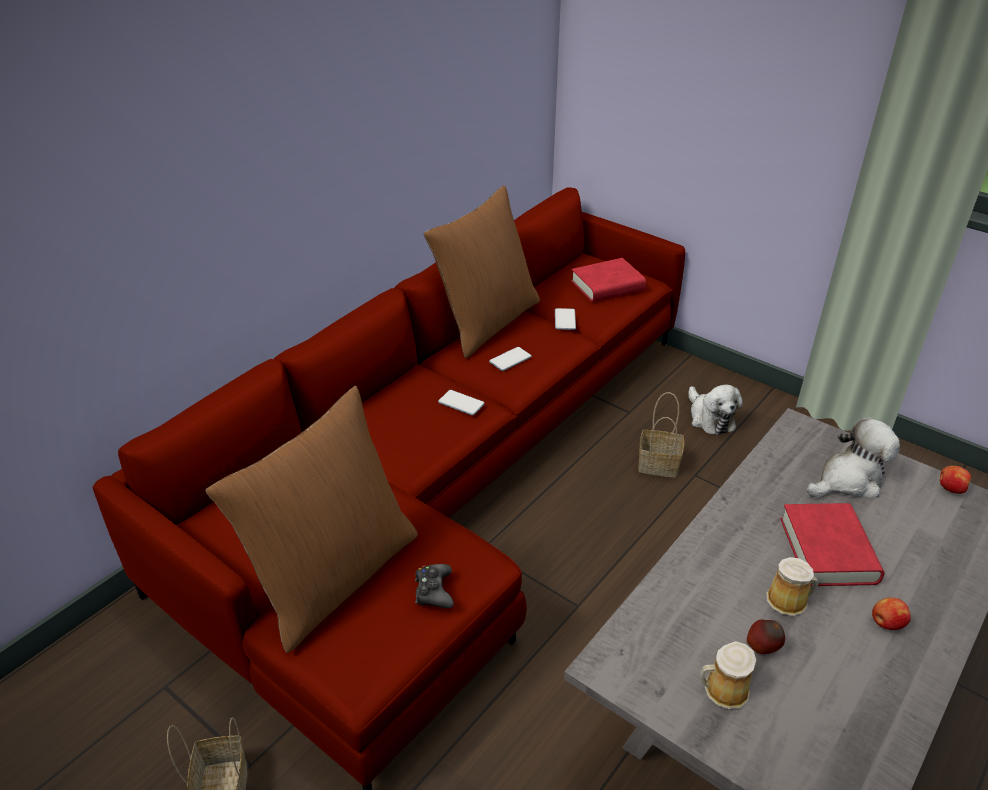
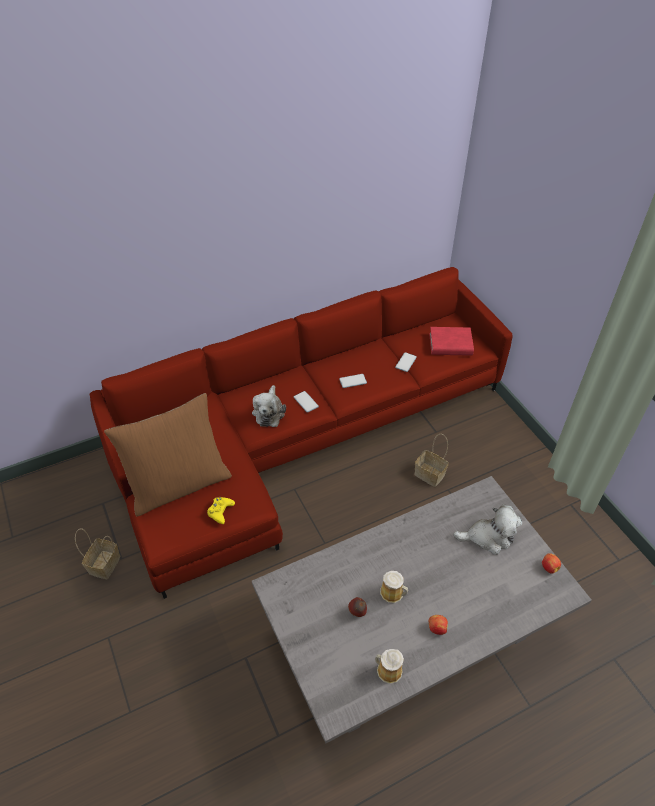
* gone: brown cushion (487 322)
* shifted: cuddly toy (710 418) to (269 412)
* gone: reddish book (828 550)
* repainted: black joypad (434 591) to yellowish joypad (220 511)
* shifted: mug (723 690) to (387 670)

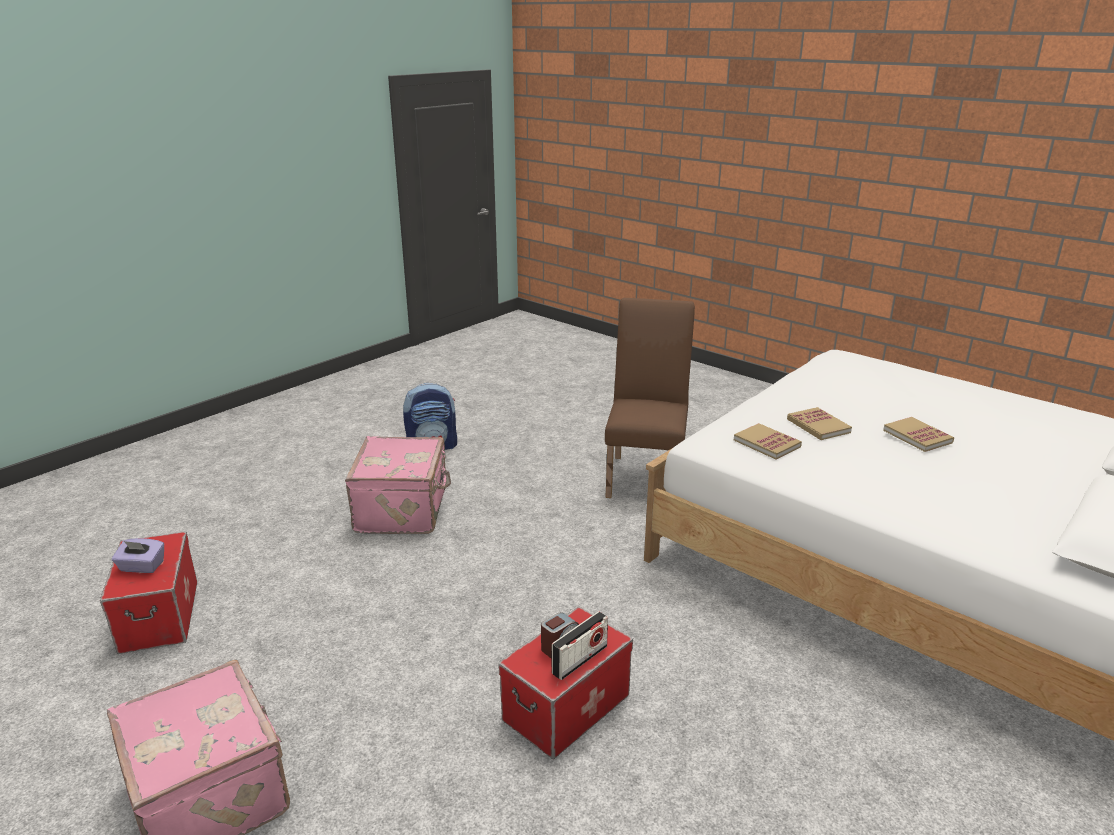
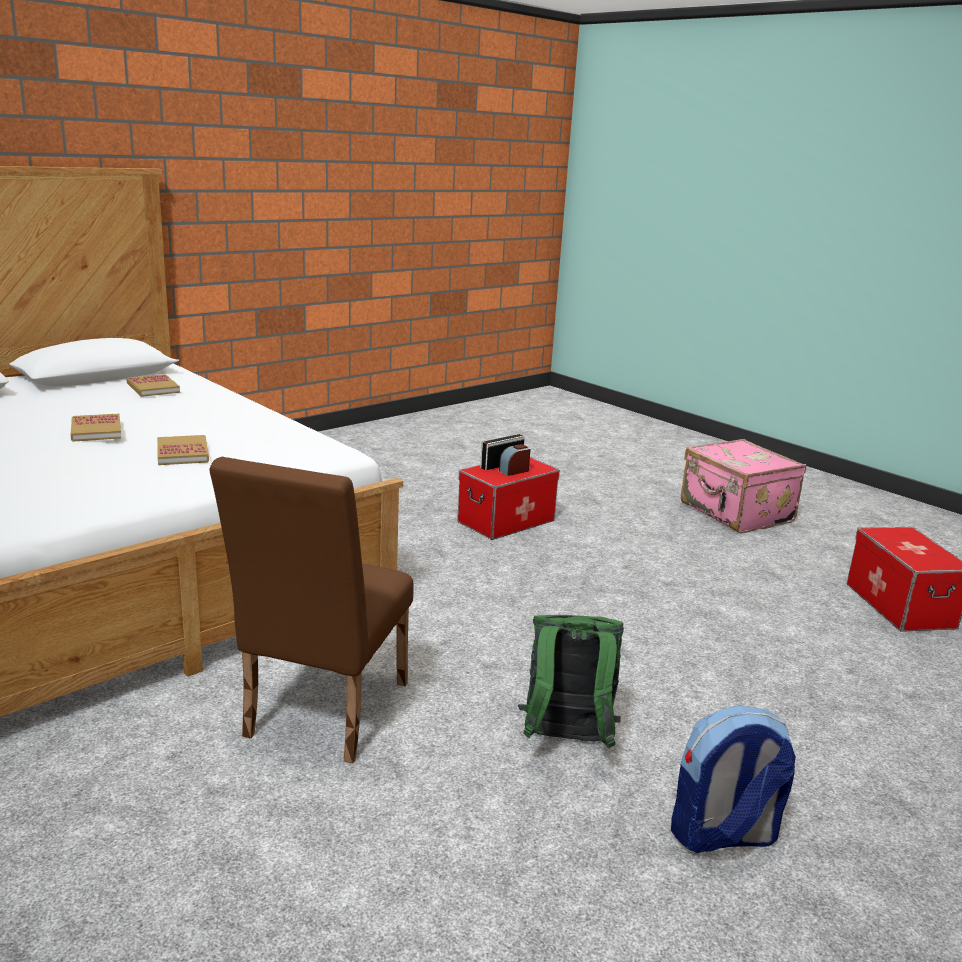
* shifted: book (767 443) to (153 388)
* gone: pinkish piece of luggage (404 510)
* gone: purplish tissue holder (142 567)
* new: green knapsack (565 741)

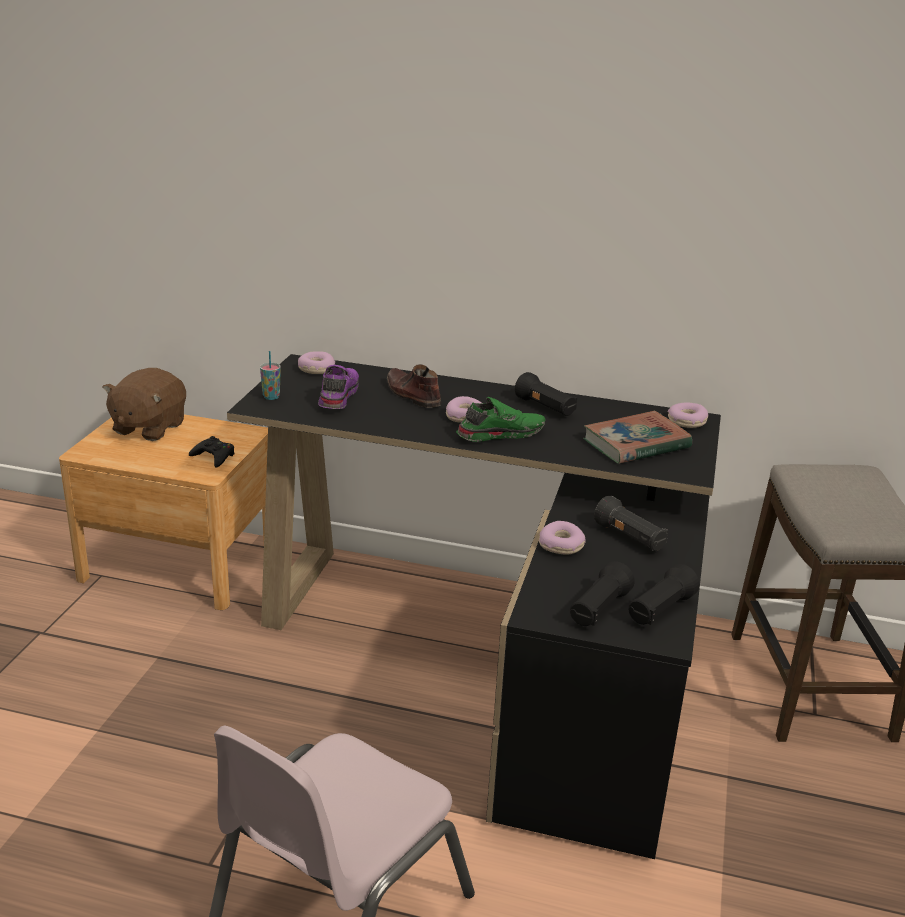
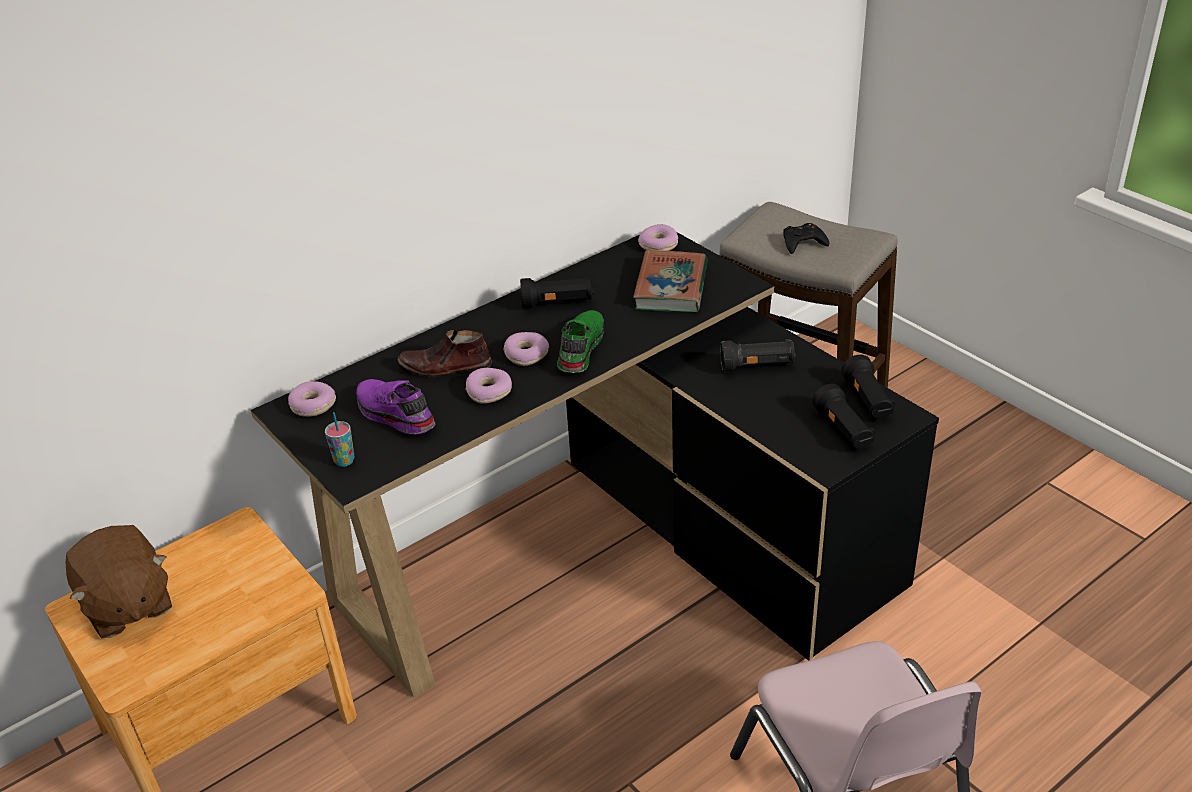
* shifted: black joypad (214 456) to (803 243)
* shifted: ring doughnut (561 545) to (489 391)

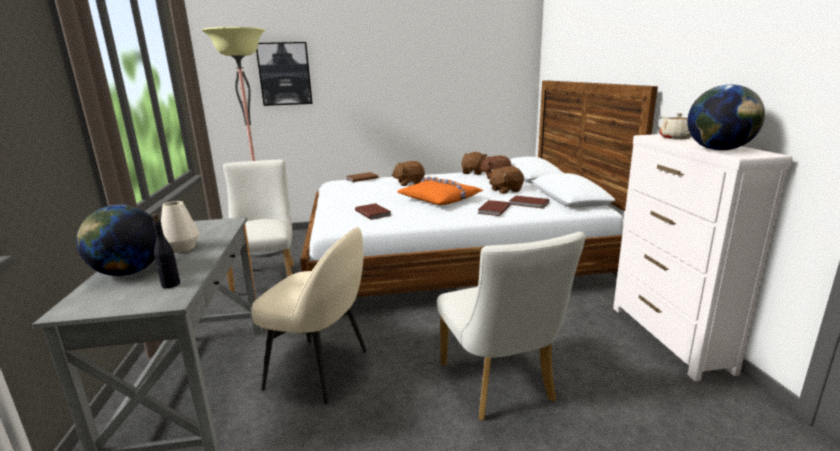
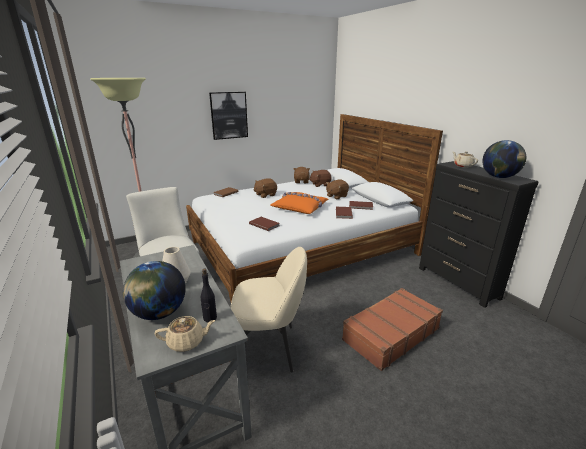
* shifted: wall art (285 74) to (229 115)
* repainted: white chest of drawers (669 338) to black chest of drawers (458 283)
* swapped: white upright chair (500 387) to brown piece of luggage (390 334)
* new: beige tea pot (187 342)

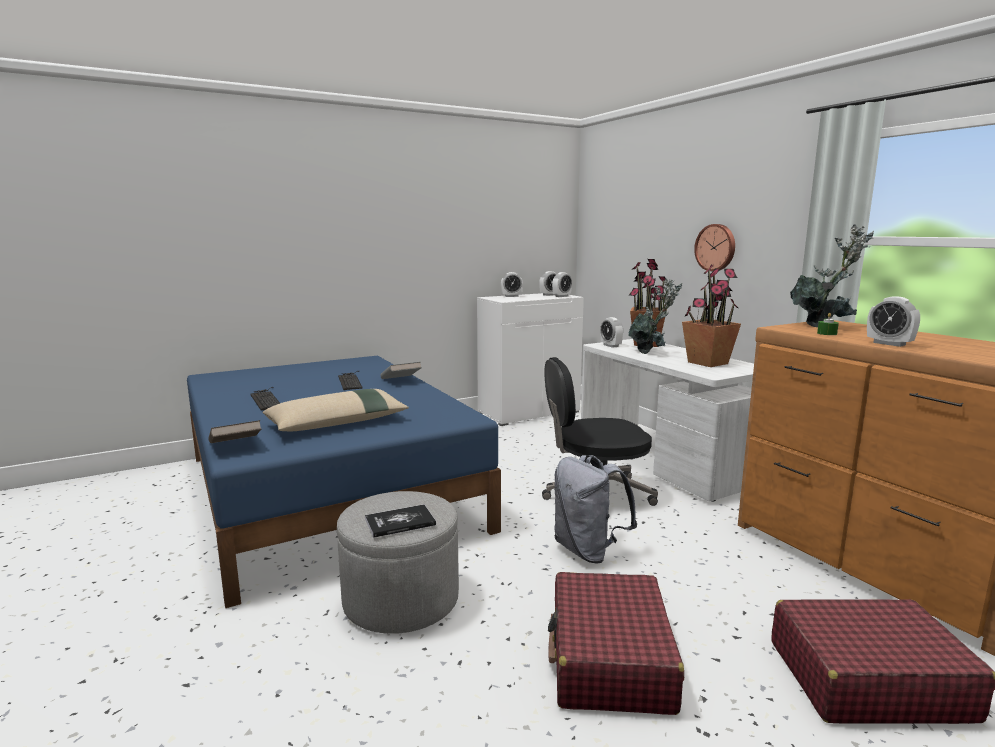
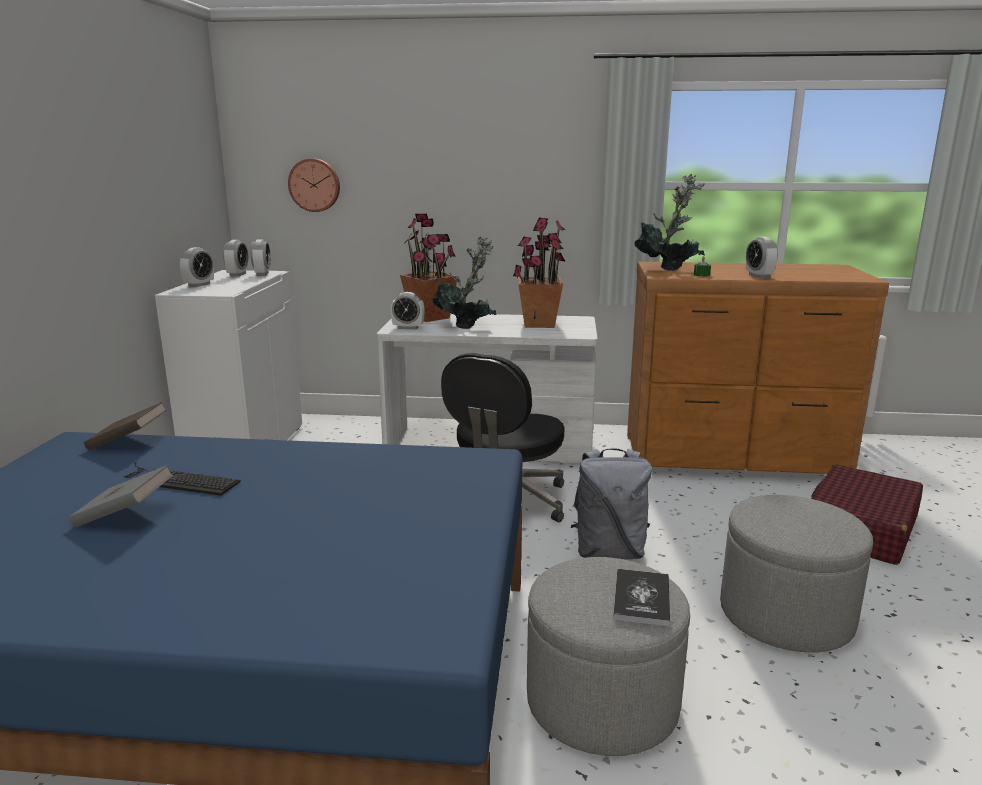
* shifted: wall clock (716 247) to (315 185)
* rotated: bedside clock (889 344) = (759 276) 75 degrees clockwise
* shifted: grey book (400 381) to (125 515)
* gone: PC keyboard (266 399)
* gone: beige cushion (338 423)
* shifted: brown book (235 446) to (128 442)
* swapped: reddish piece of luggage (610 659) to grey footrest (786 615)

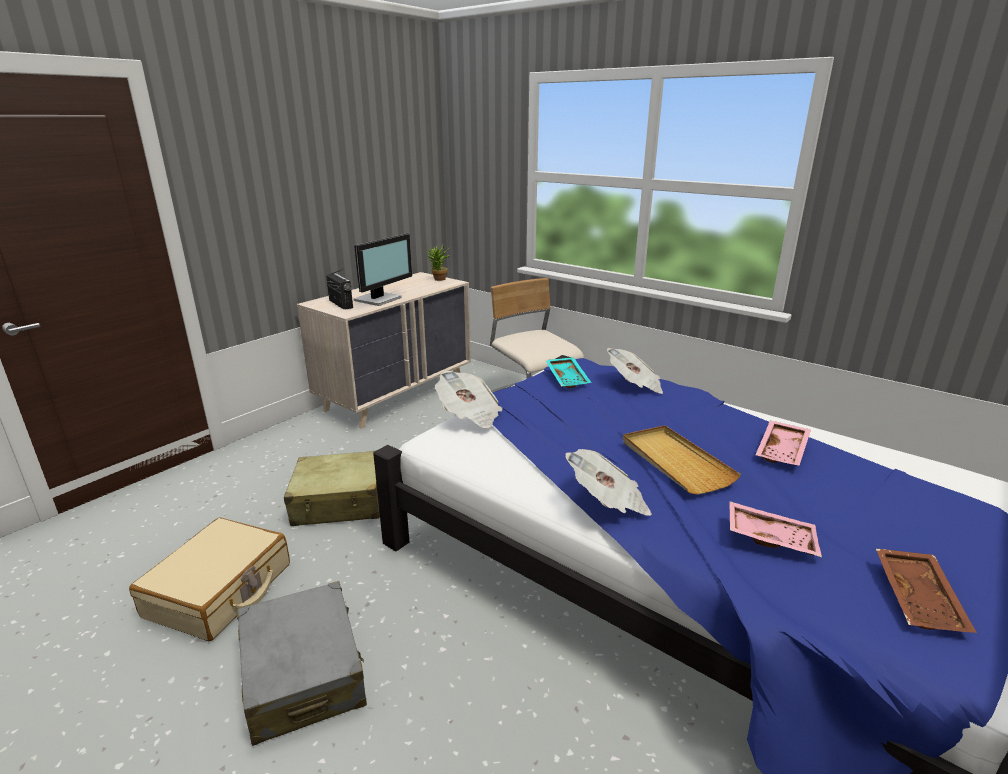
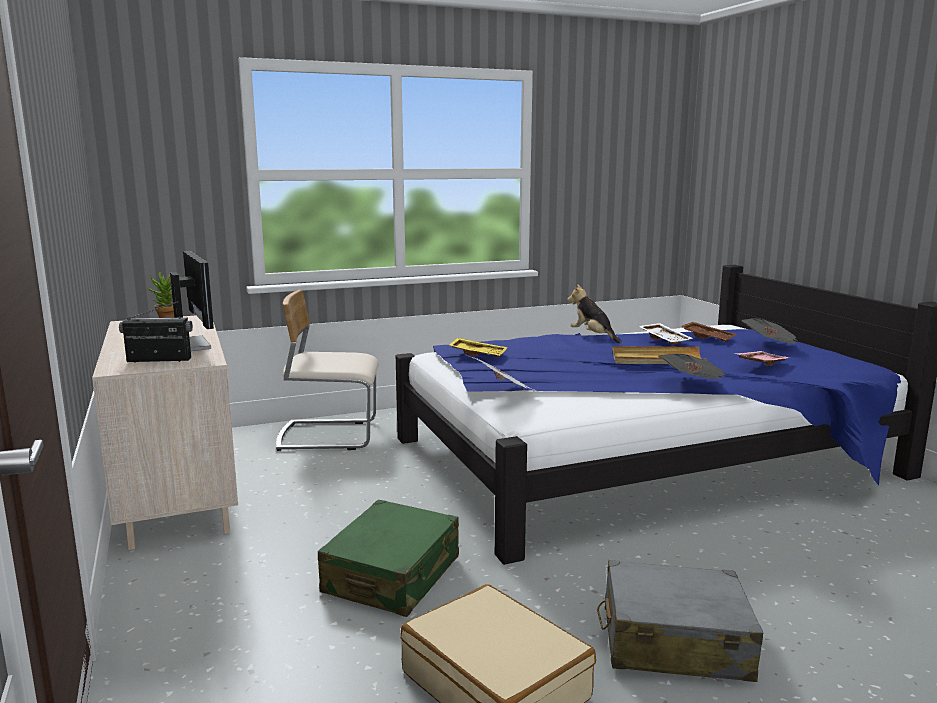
* shifted: newspaper (634 385) to (770 346)
* repainted: turquoise carrying tray (568 378) to yellowish carrying tray (478 354)
* repainted: pinkish carrying tray (783 451) to white carrying tray (665 339)
* repainted: beige piece of luggage (340 502) to green piece of luggage (392 575)
* shifted: brown carrying tray (920 599) to (708 337)
* new: cuddly toy (593 336)

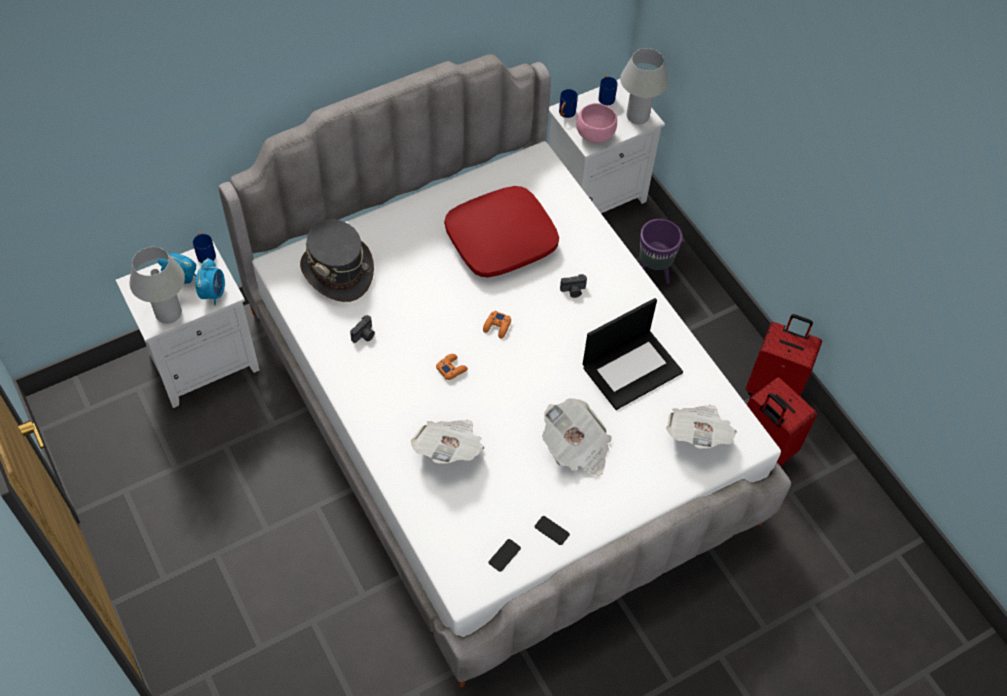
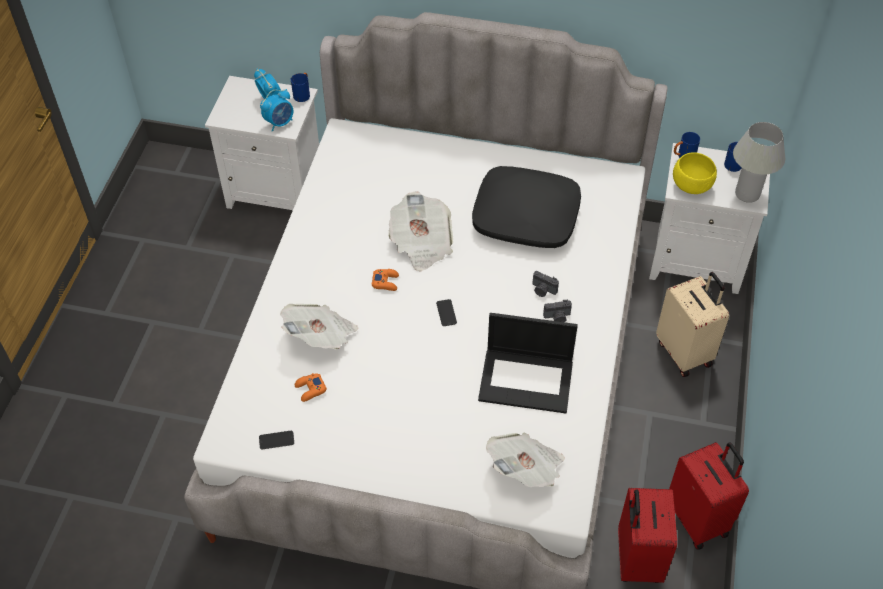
* repainted: pinkish deep dish (595 135) to yellowish deep dish (692 186)
* repainted: reddish cushion (501 239) to black cushion (526 216)
* swapped: purplish flower pot (653 272) to beige piece of luggage (685 352)
* gone: grey wearable hat (338 271)
* gone: white table lamp (168 313)
* shifted: orange joypad (497 326) to (310 389)
* shifted: still camera (364 335) to (557 317)
* shifted: newspaper (576 448) to (421 244)
* shifted: phone (552 530) to (446 313)

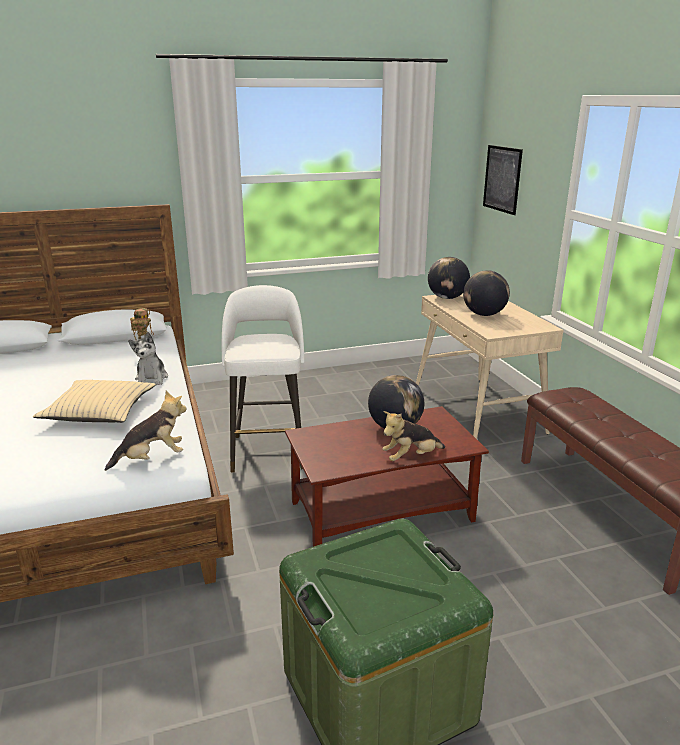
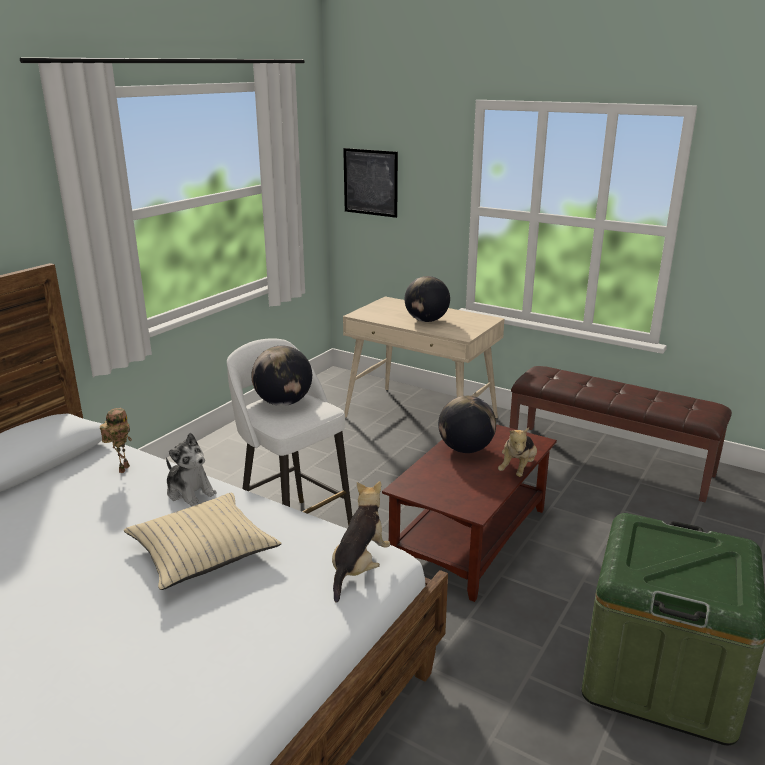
* shifted: desk globe (447 298) to (283 402)

